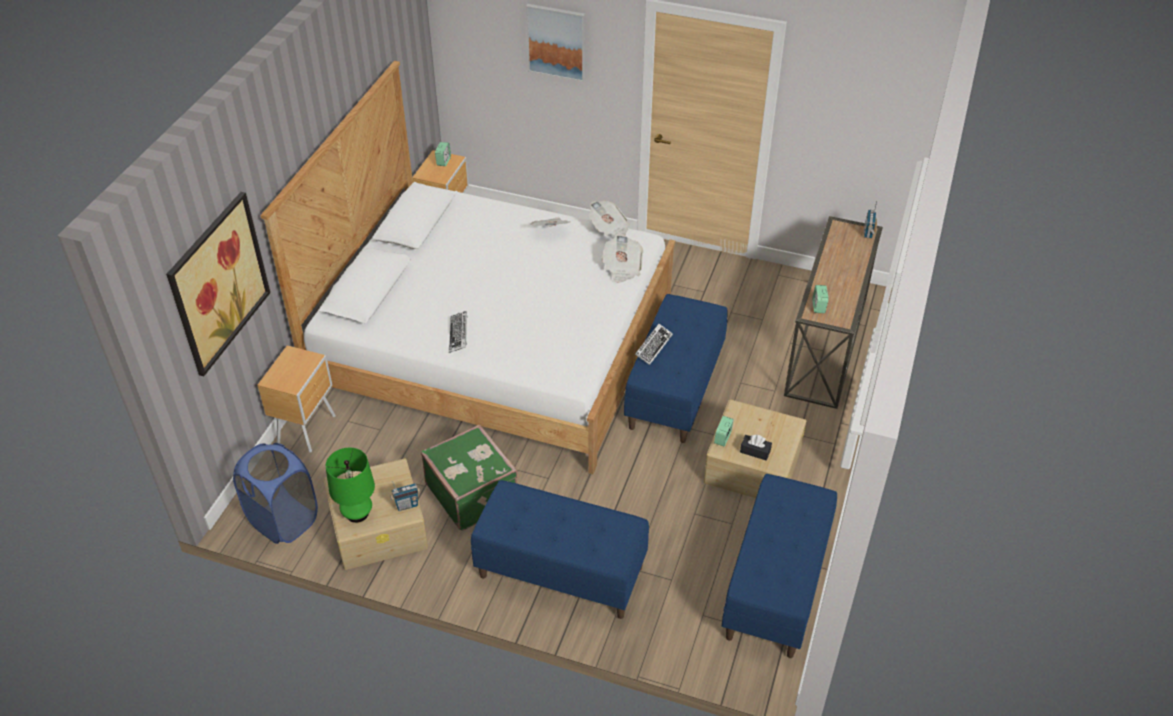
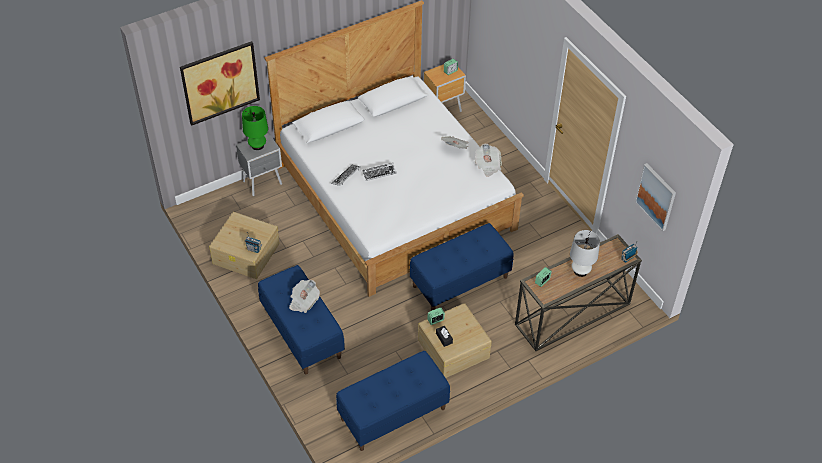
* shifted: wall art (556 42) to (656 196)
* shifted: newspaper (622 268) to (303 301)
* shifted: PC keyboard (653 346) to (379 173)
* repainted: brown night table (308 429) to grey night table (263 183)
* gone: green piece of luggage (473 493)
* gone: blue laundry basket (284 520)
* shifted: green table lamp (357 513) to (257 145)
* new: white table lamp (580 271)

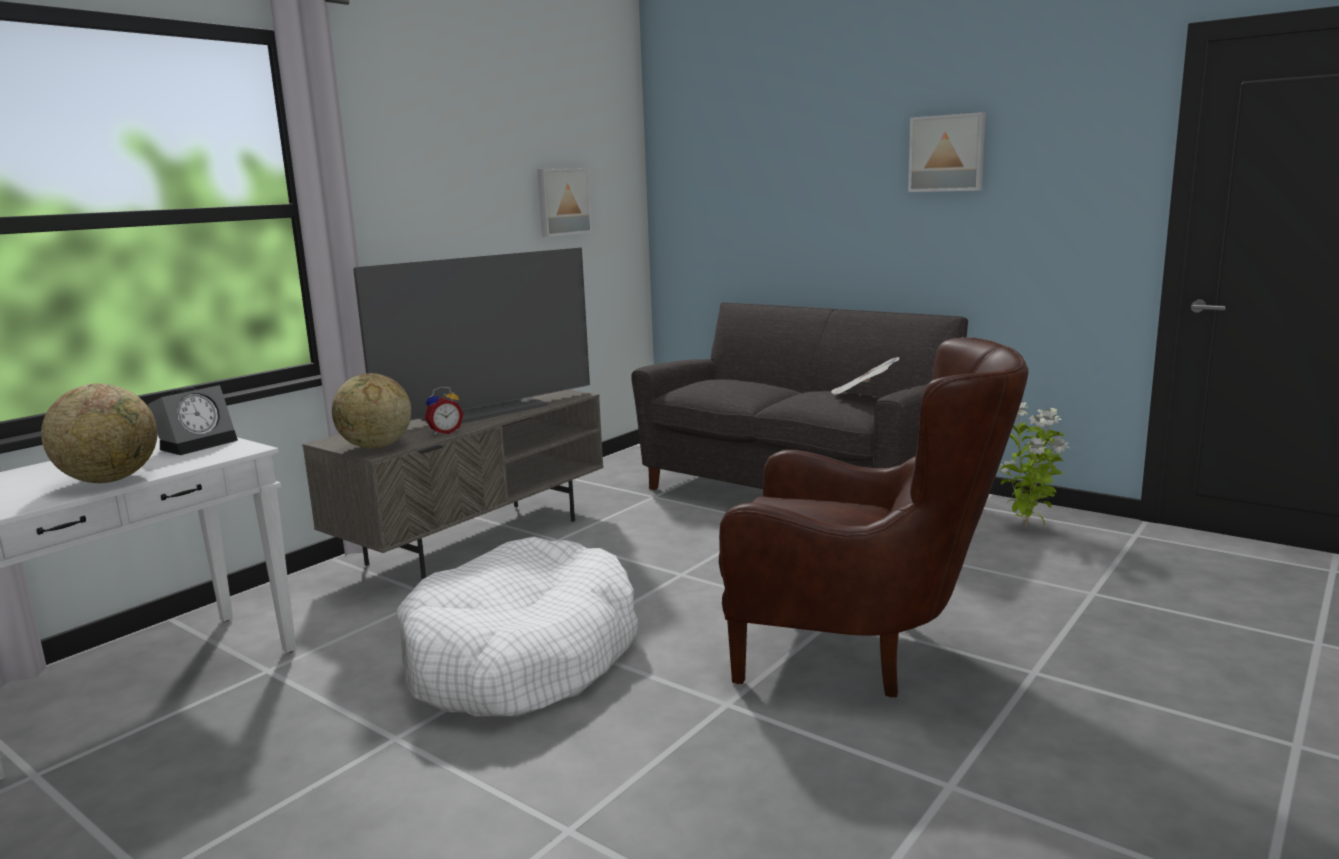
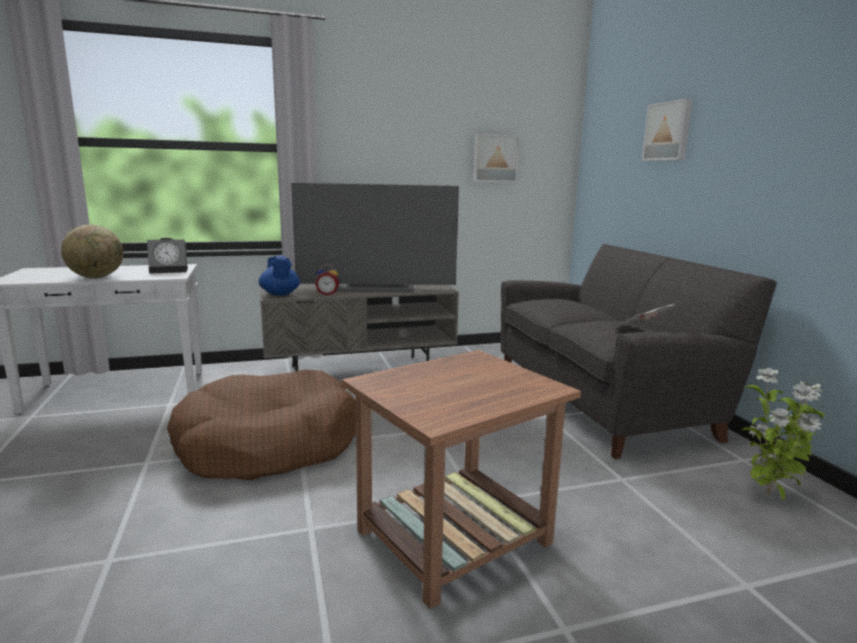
* shifted: wall art (947 153) to (668 131)
* swapped: brown lounge chair (861 653) to brown end table (452 537)
* swapped: desk globe (376 447) to blue tea pot (280 294)
* repainted: white dog bed (521 657) to brown dog bed (268 444)

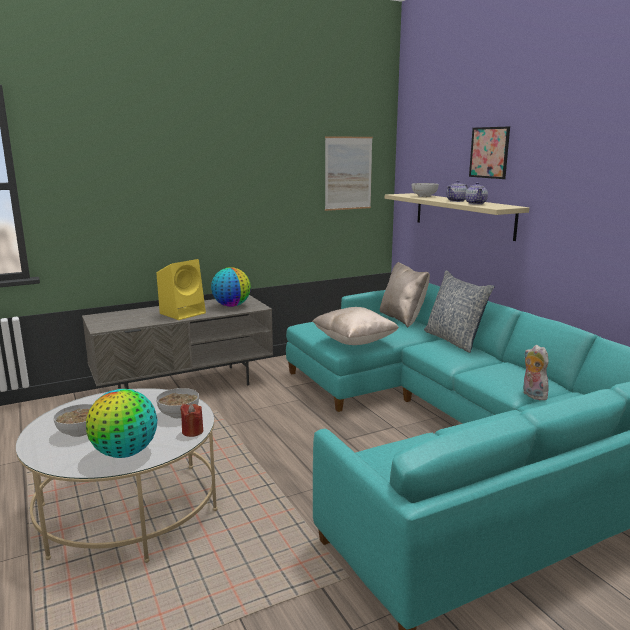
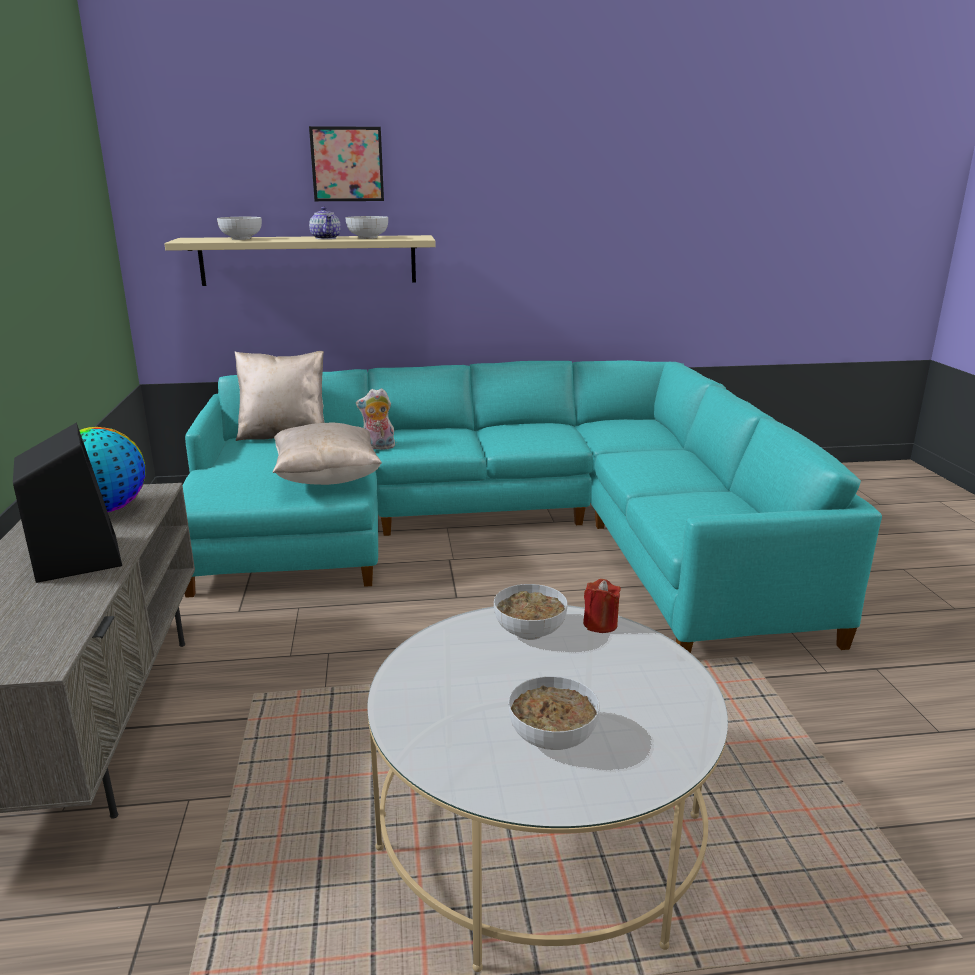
* gone: wall art (348 173)
* swapped: tea pot (476 203) to deep dish (368 238)
* repainted: yellowish speaker (183 313) to black speaker (77 557)
* gone: cushion (454 340)
* shifted: cuddly toy (532 395) to (378 447)
* gone: desk globe (125 453)

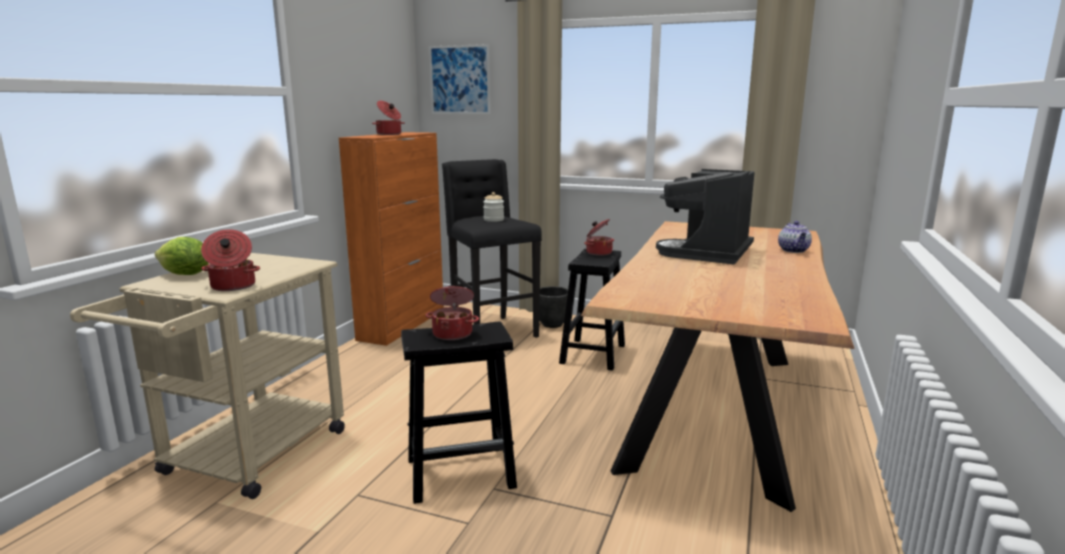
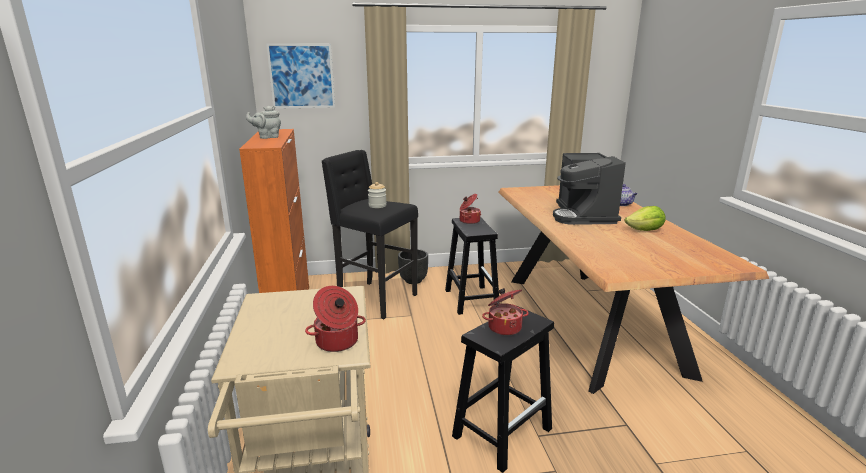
* swapped: saucepot (389 134) to grey tea pot (267 137)
* shifted: lettuce (184 275) to (645 230)

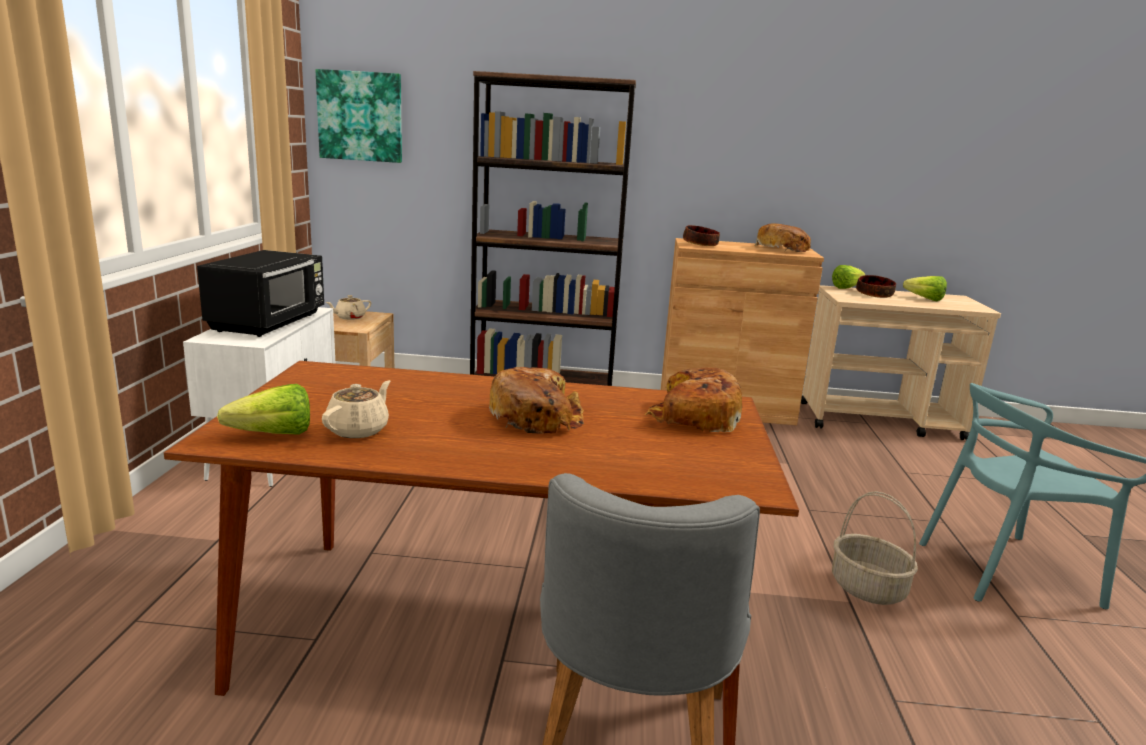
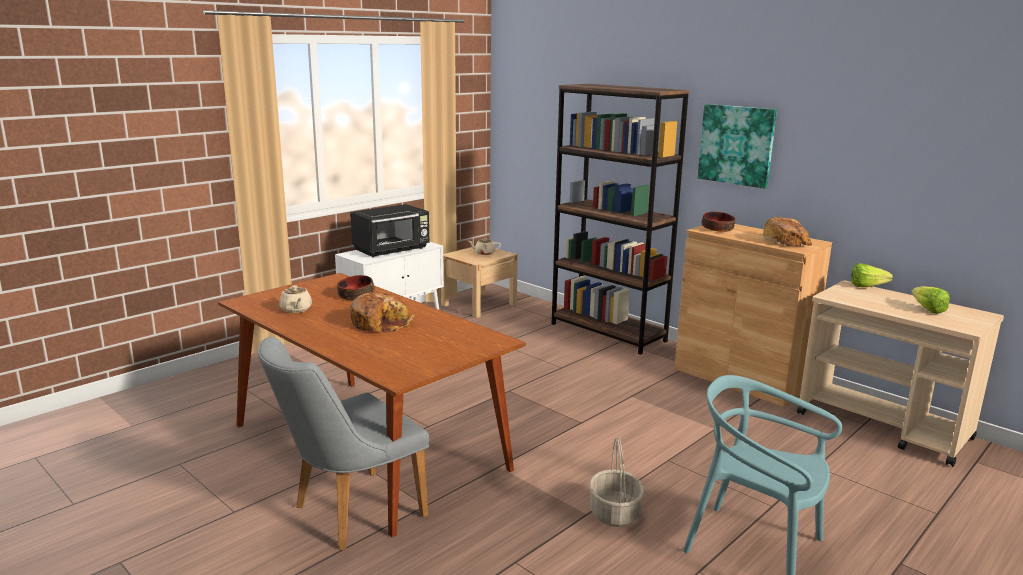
* shifted: wall art (360 116) to (736 145)
* shifted: deep dish (873 294) to (355 295)
* gone: bakery bread (692 417)
* rotated: beige tea pot (358 430) = (296 310) 90 degrees clockwise
* gone: lettuce (266 435)

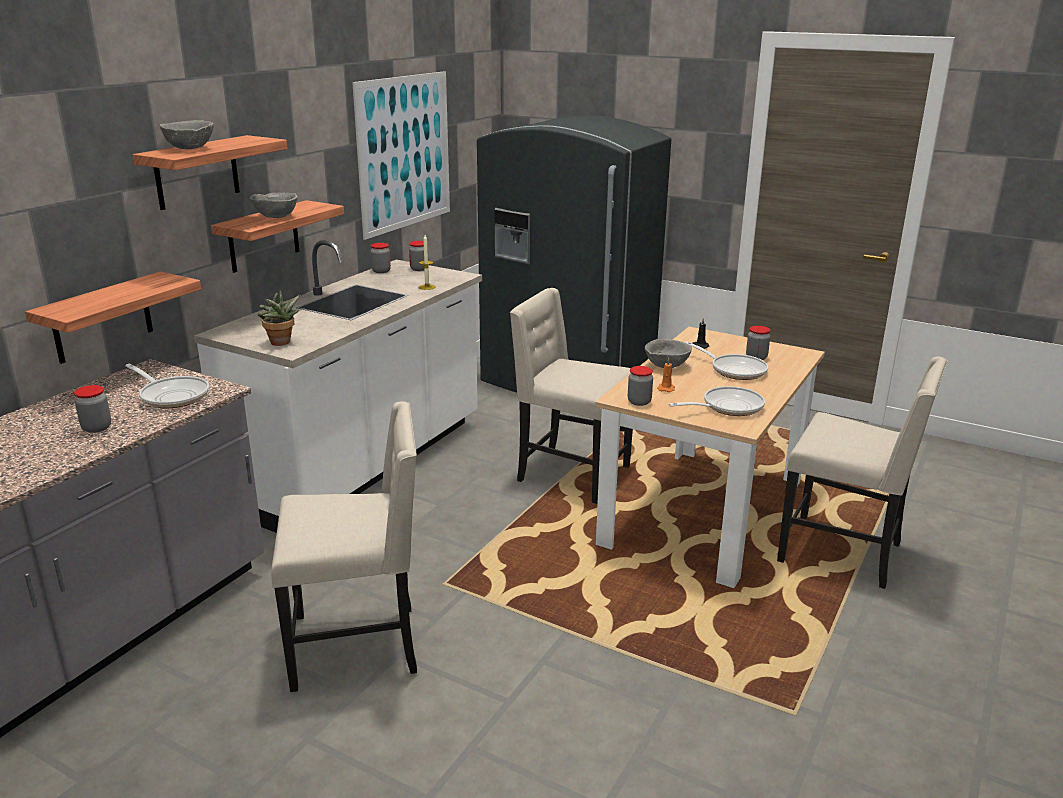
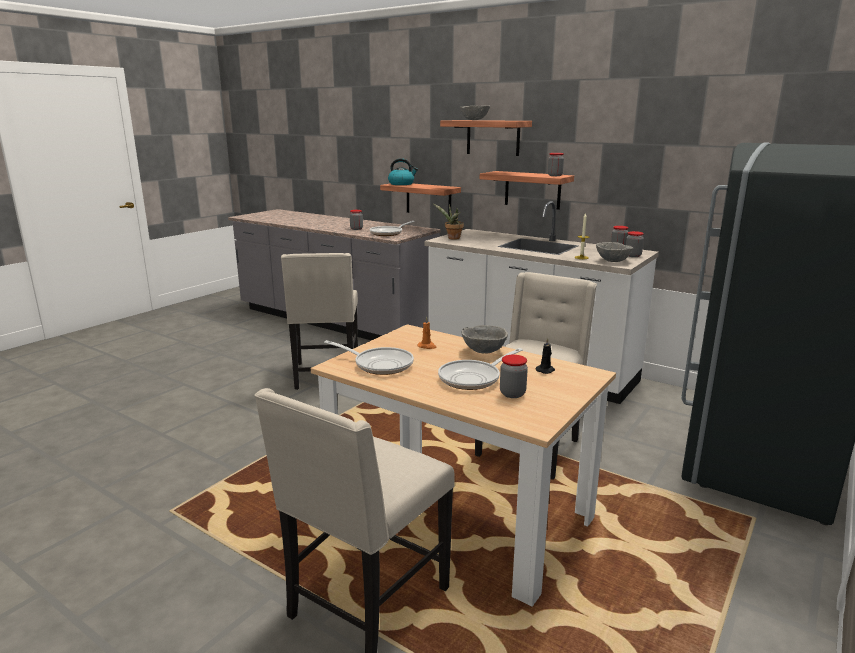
* gone: wall art (404 152)
* shifted: grey deep dish (275 217) to (612 261)
* shifted: jar (639 402) to (555 175)
* rotated: frying pan (727 407) = (379 364) 45 degrees counterclockwise
* new: water kettle (401 184)

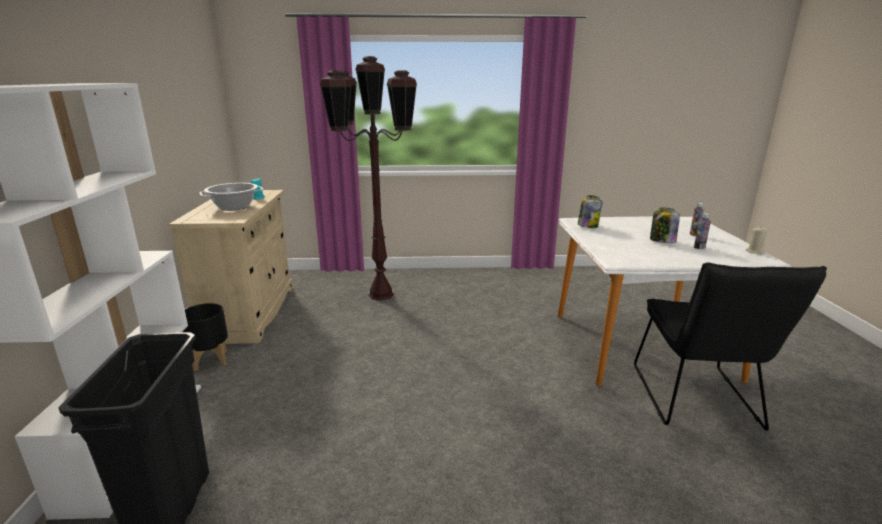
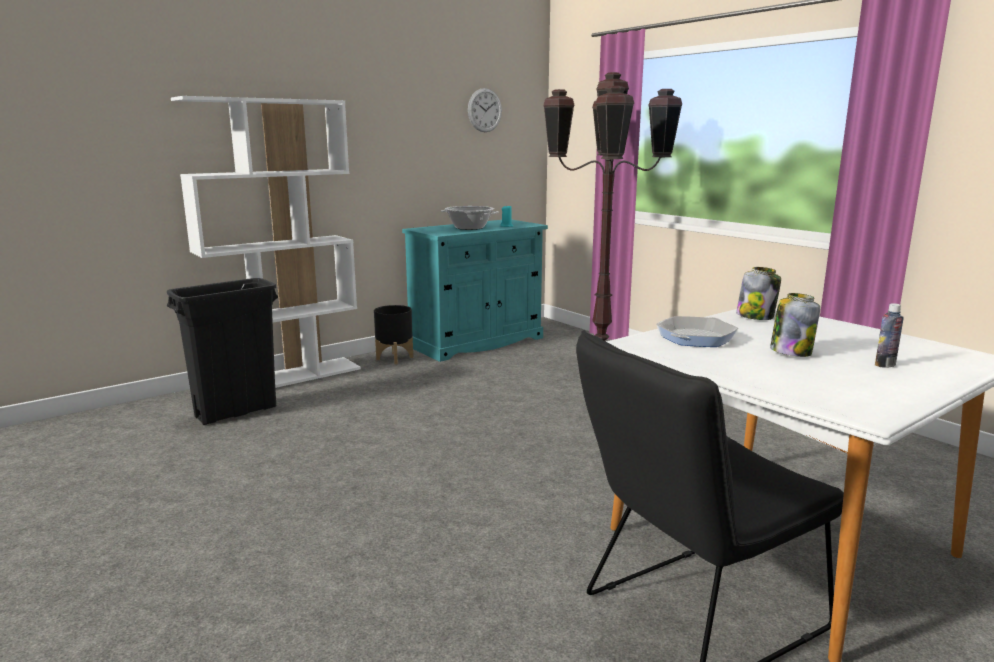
* repainted: beige storage cabinet (249 312) to turquoise storage cabinet (476 342)
* gone: beverage bottle (699 247)
* gone: beige wax candle (755 252)
* new: wall clock (484 110)
* new: frying pan (695 338)

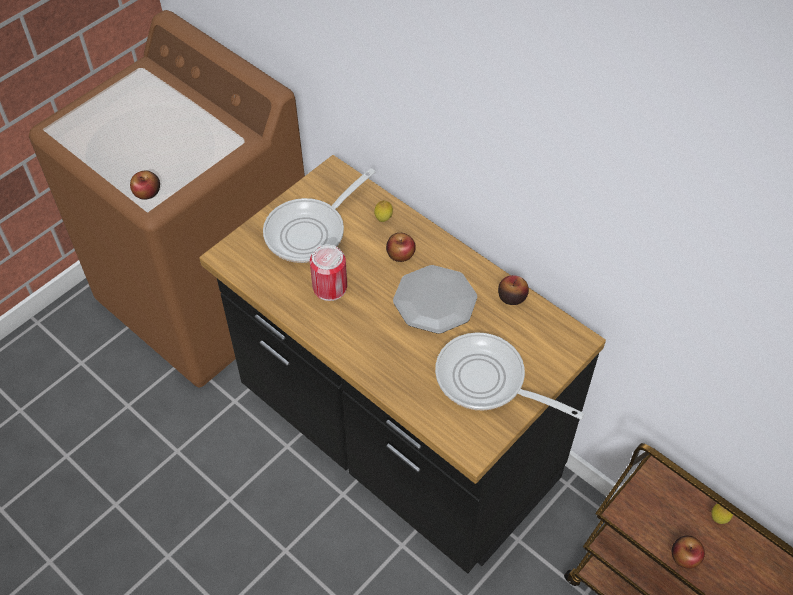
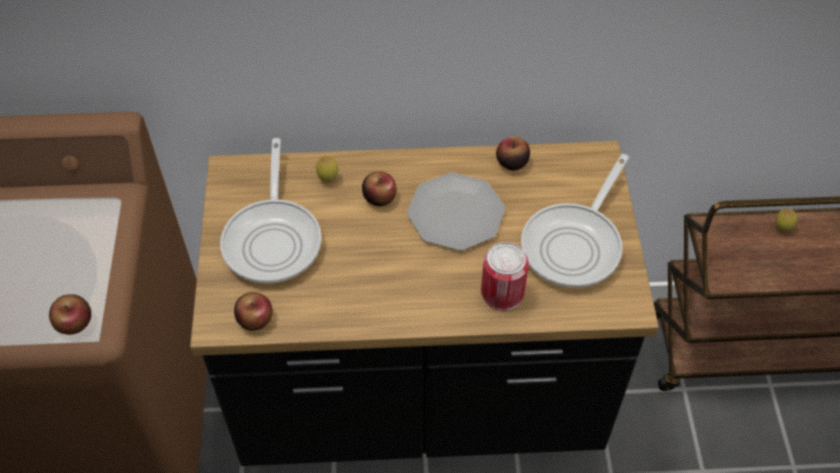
* shifted: metal can (330 287) to (502 293)
* rotated: frying pan (487 381) = (575 244) 45 degrees counterclockwise
* shifted: whole apple (685 556) to (255 319)

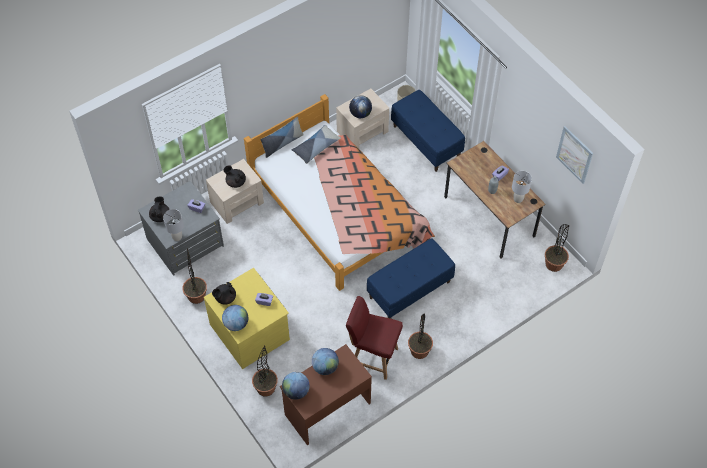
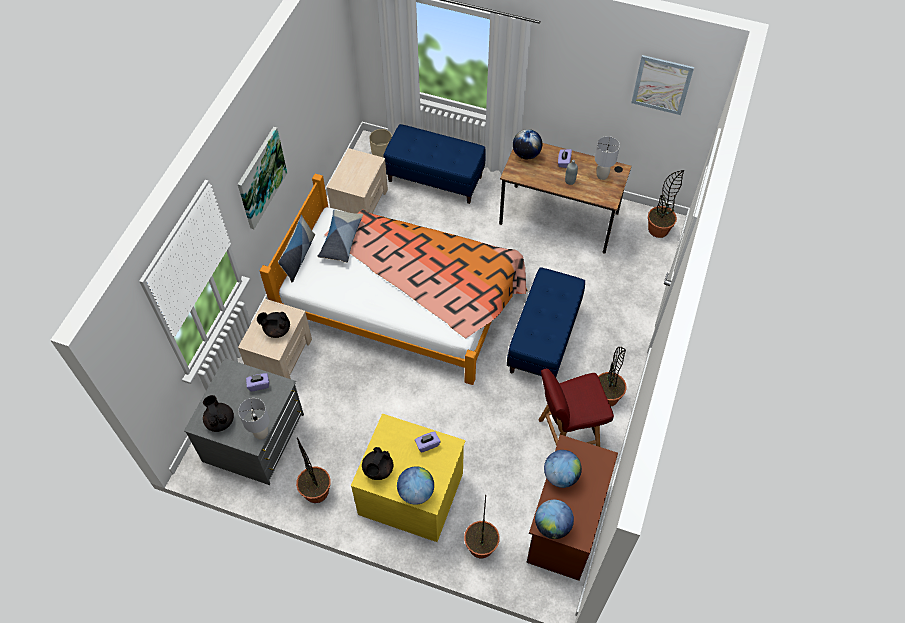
* shifted: desk globe (360 114) to (526 154)
* new: wall art (261 177)

